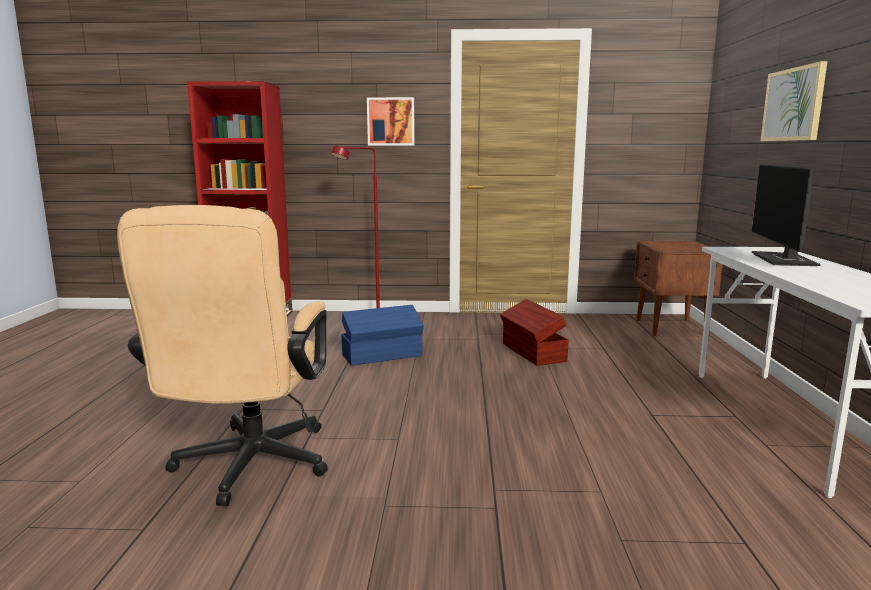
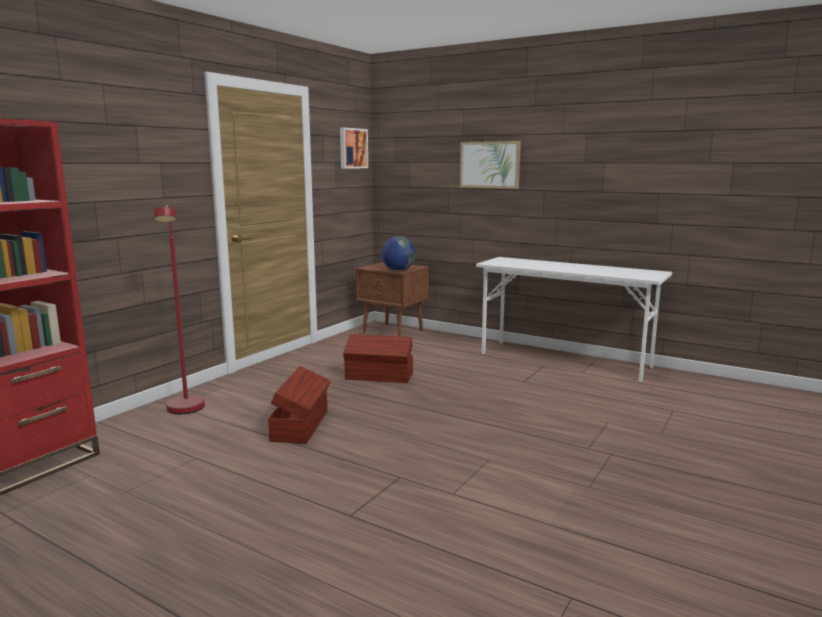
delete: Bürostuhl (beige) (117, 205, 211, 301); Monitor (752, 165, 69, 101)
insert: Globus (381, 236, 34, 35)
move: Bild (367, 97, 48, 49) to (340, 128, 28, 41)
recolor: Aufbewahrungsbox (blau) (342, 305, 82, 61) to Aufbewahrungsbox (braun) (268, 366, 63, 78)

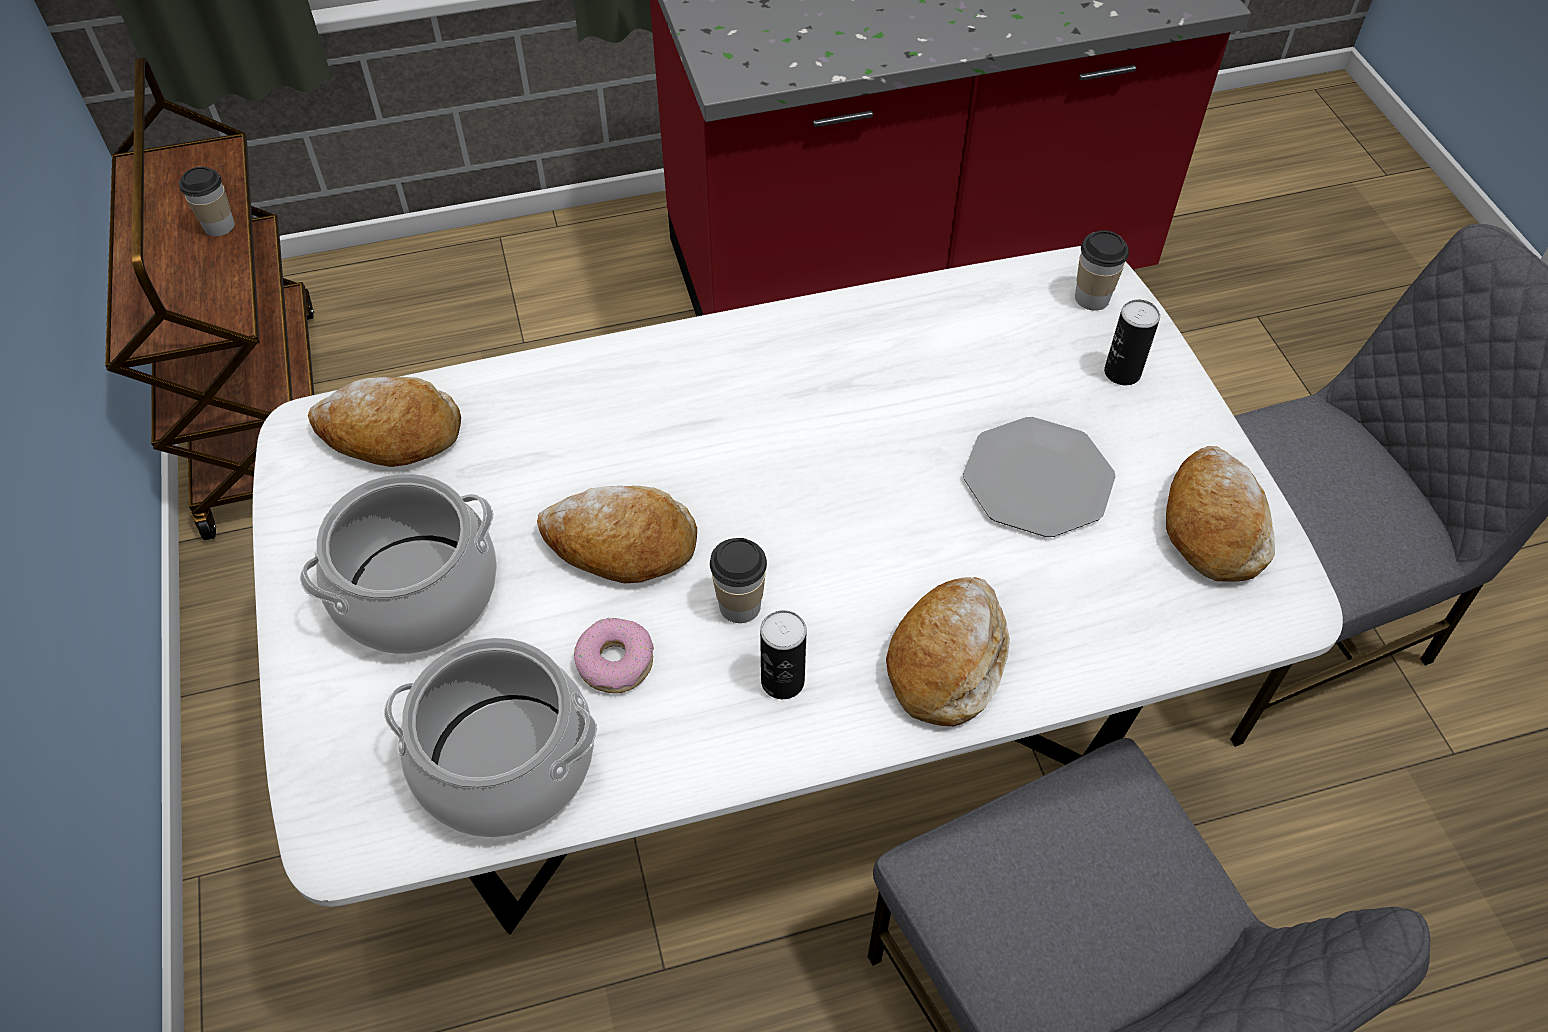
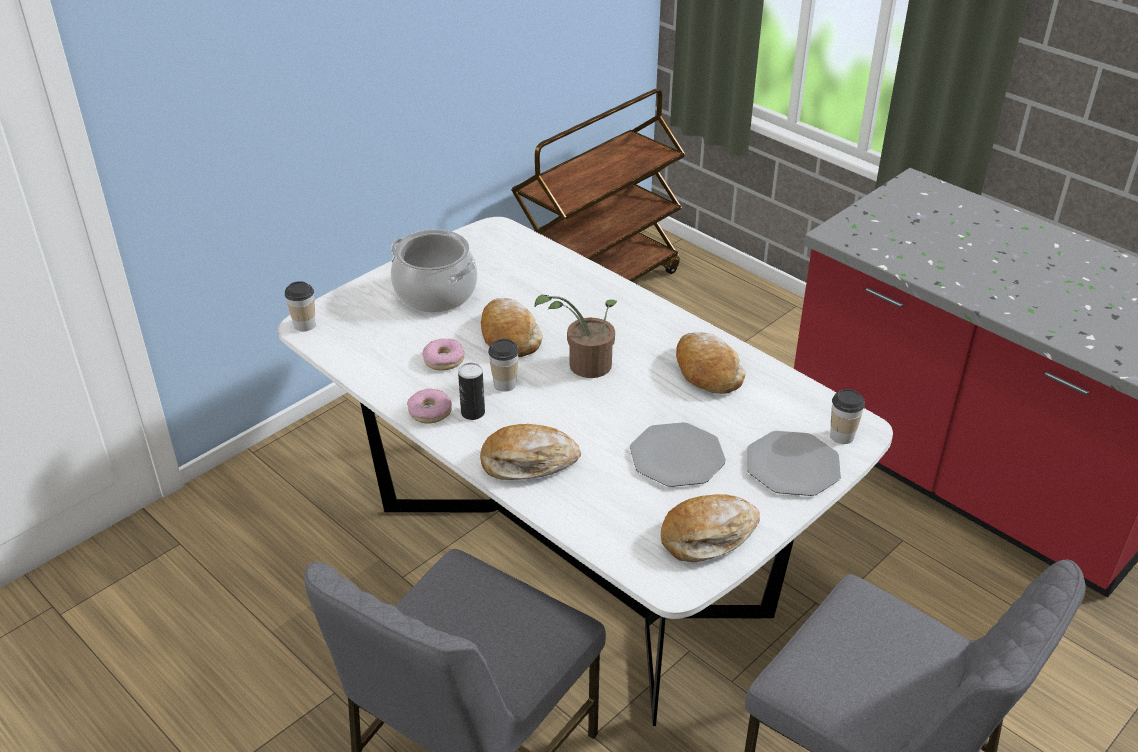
delete: Kochtopf (384, 638, 213, 200)
insert: Donut (407, 388, 45, 35); Topfpflanze (534, 295, 83, 83)
move: Tasse (179, 167, 56, 69) to (285, 281, 30, 50); Brot (308, 377, 153, 90) to (676, 332, 70, 62)
replace: Dose (1104, 299, 56, 86) to Teller (747, 431, 94, 65)

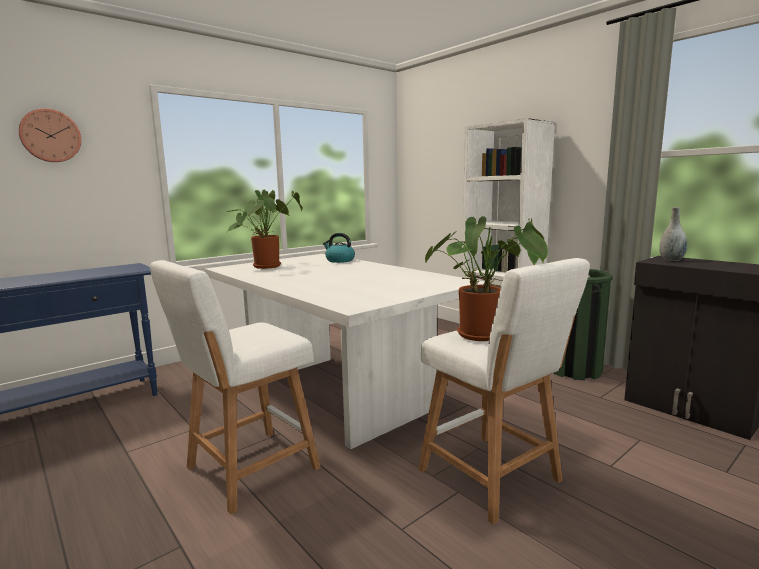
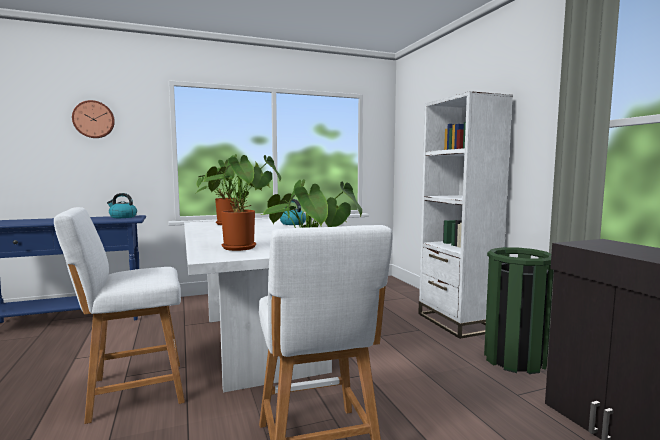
delete: Vase (grau) (659, 207, 28, 54)
insert: Wasserkessel (107, 193, 30, 25); Topfpflanze (203, 154, 78, 97)

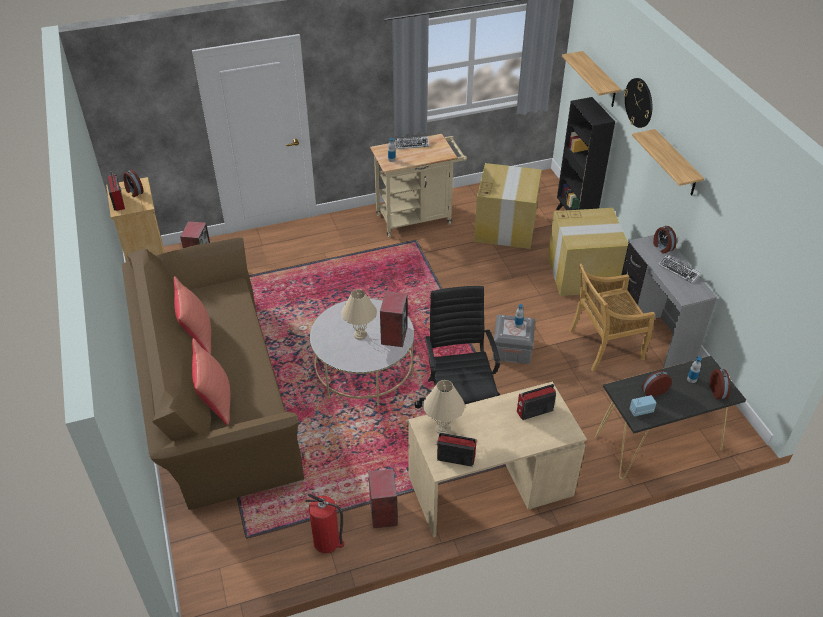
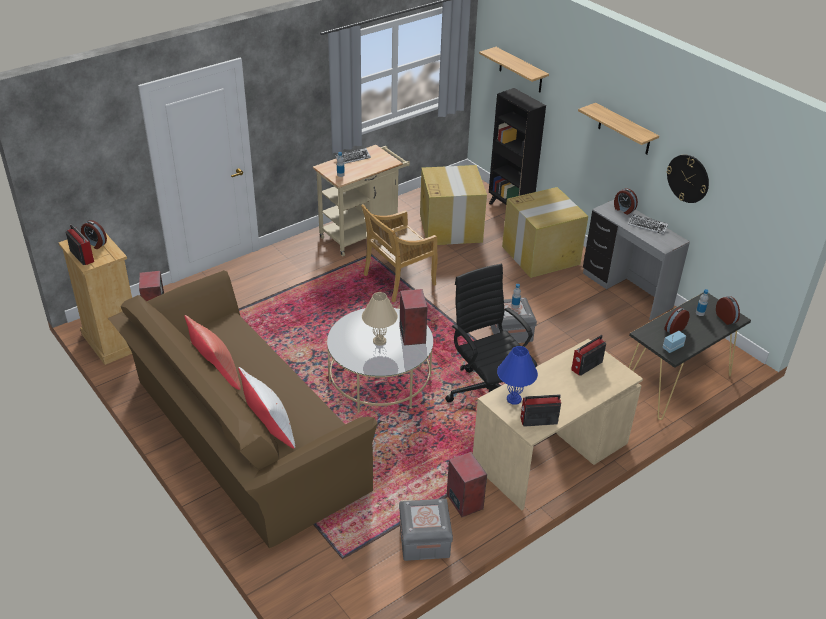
move: Stuhl (beige) (569, 264, 86, 107) to (361, 204, 77, 98); Wanduhr (624, 78, 28, 50) to (666, 154, 43, 49)
replace: Feuerlöscher (306, 493, 38, 60) to Aufbewahrungsbox (grau) (399, 499, 54, 62)
recolor: Kissen (rot) (192, 338, 38, 87) to Kissen (weiß) (238, 367, 57, 82); Tischlampe (beige) (423, 380, 42, 54) to Tischlampe (blau) (497, 346, 41, 59)

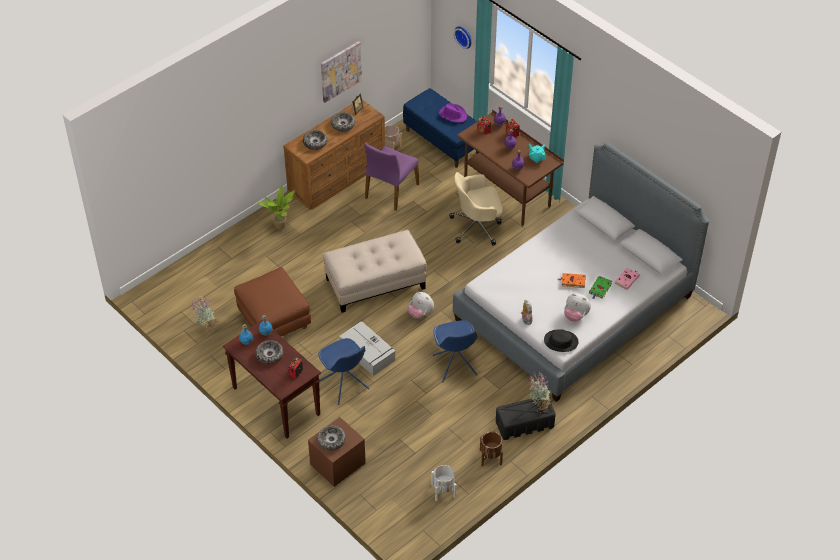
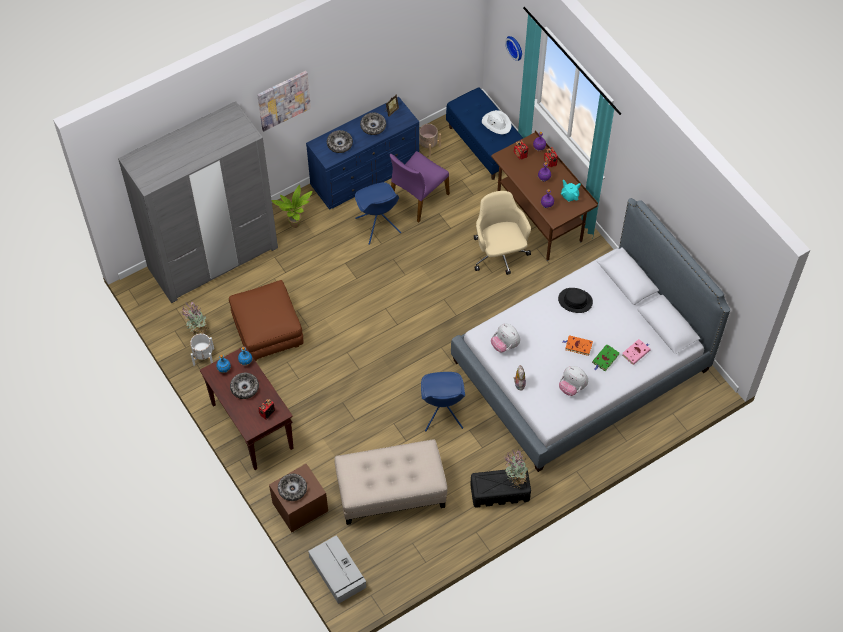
delete: Pflanzkübel (braun) (480, 431, 23, 35)
insert: Kleiderschrank (grau) (118, 101, 160, 202)
move: Stuhl (blau) (318, 338, 51, 67) to (355, 182, 46, 63); Bild (321, 41, 41, 61) to (257, 71, 54, 60); Polsterhocker (beige) (323, 230, 104, 83) to (334, 439, 114, 86); Aufbewahrungsbox (grau) (339, 322, 57, 54) to (308, 536, 58, 68); Plüschtier (408, 292, 26, 27) to (491, 324, 29, 29); Pflanzkübel (weiß) (432, 465, 24, 36) to (190, 334, 24, 32); Hut (schwarz) (544, 329, 34, 23) to (558, 288, 35, 25)
recolor: Kommode (braun) (283, 100, 102, 110) to Kommode (blau) (306, 97, 113, 113); Hut (lila) (439, 103, 28, 20) to Hut (weiß) (482, 110, 29, 24)
rotate: Bürostuhl (beige) (449, 172, 54, 73) = (474, 191, 57, 84) 75 degrees clockwise

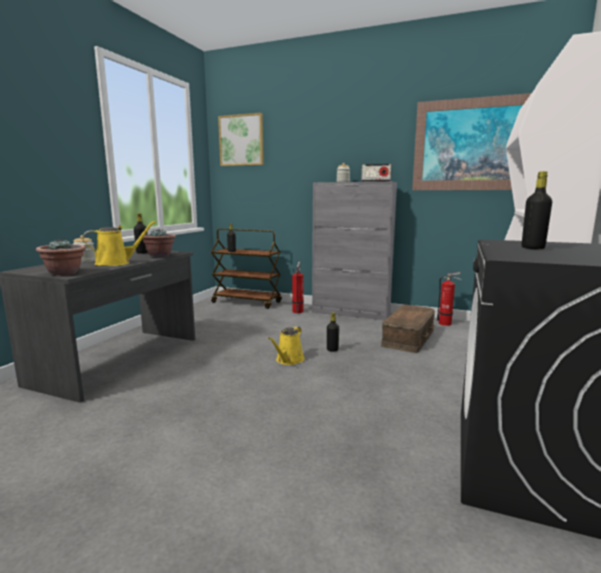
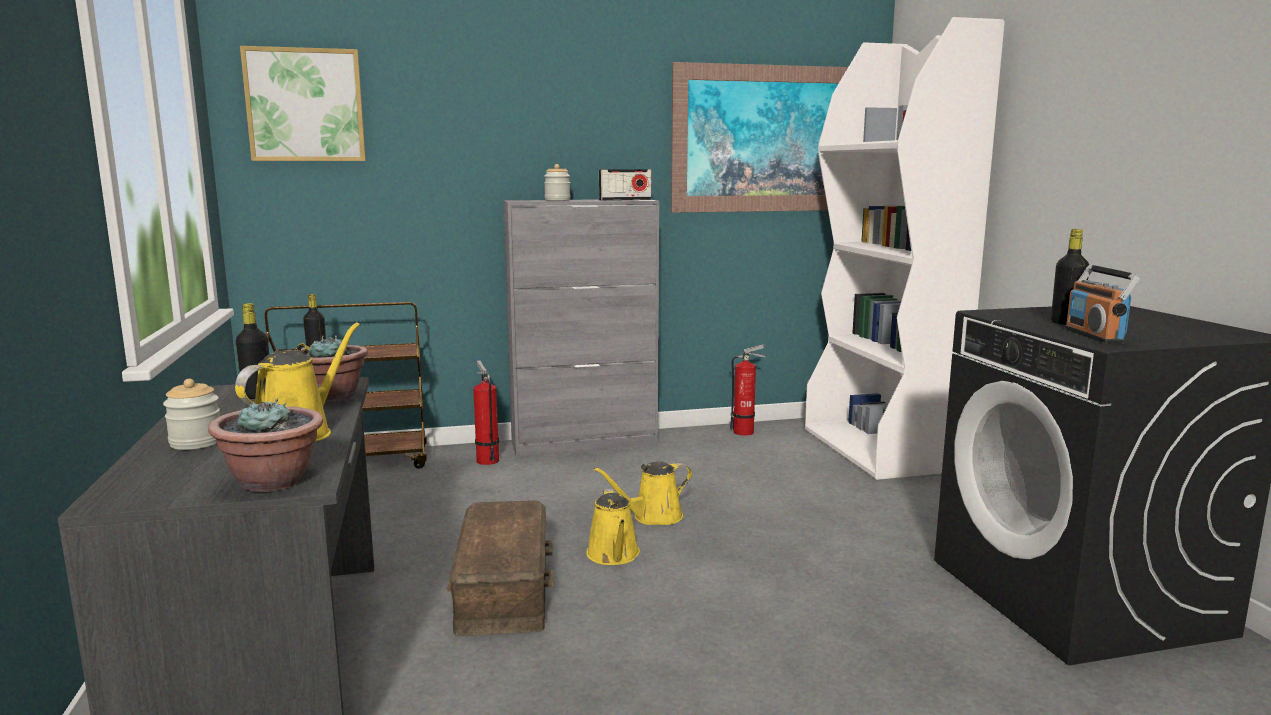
insert: Radio (1065, 265, 75, 78)
move: Aufbewahrungsbox (braun) (381, 305, 54, 48) to (447, 500, 106, 136)
replace: Flasche (schwarz) (327, 312, 12, 40) to Gießkanne (gelb) (593, 461, 99, 64)

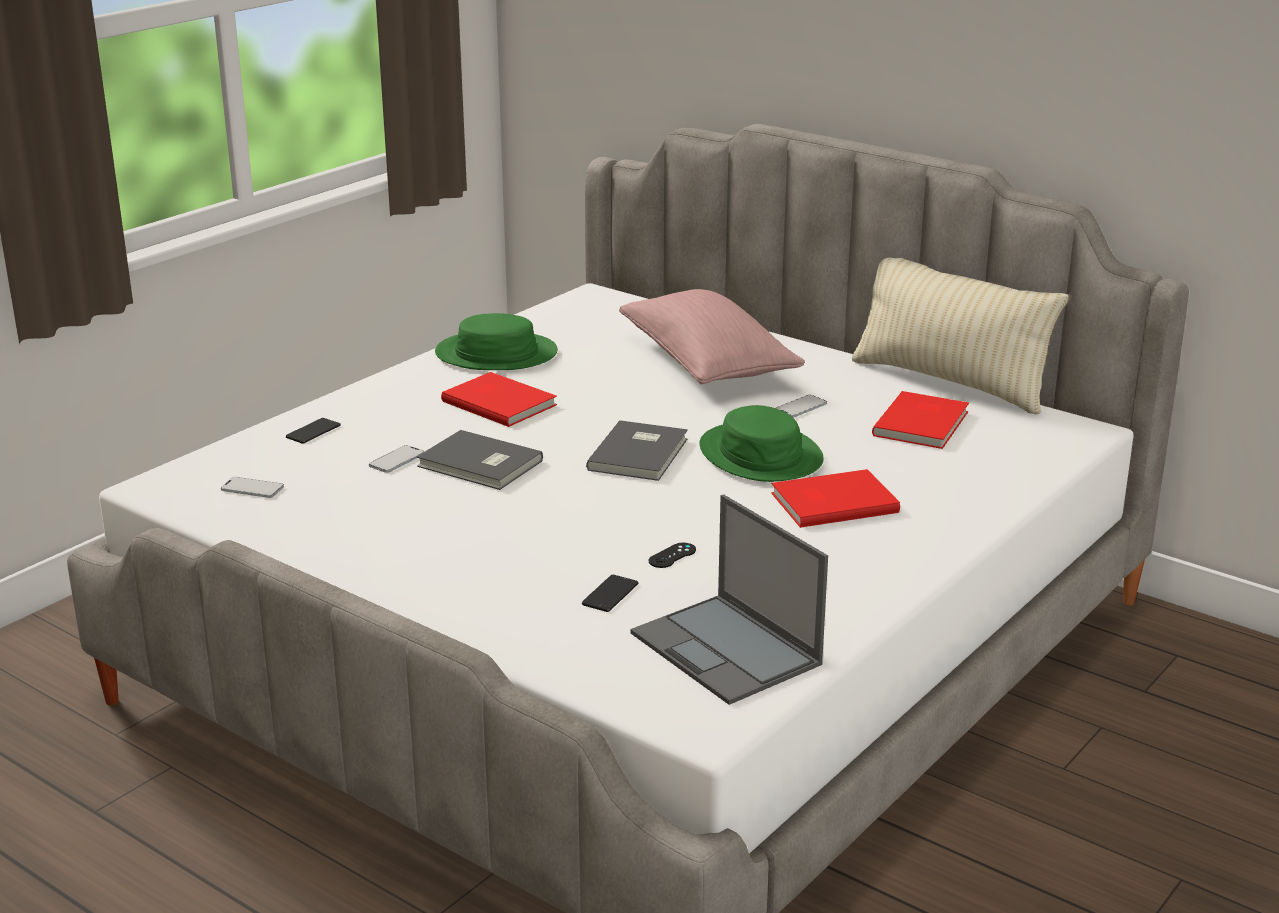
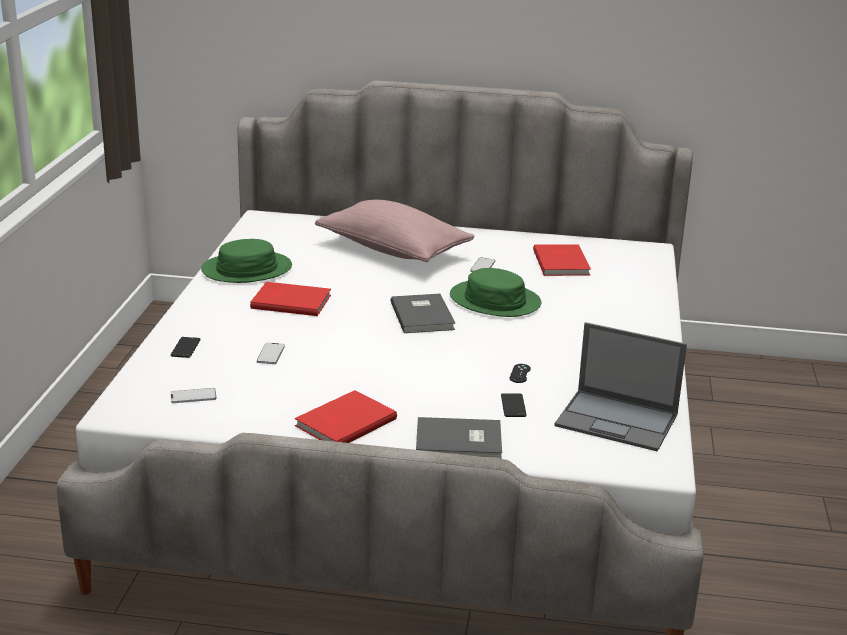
delete: Kissen (beige) (852, 257, 216, 158)
move: Buch (grau) (417, 430, 126, 60) to (416, 417, 86, 42); Buch (rot) (771, 469, 129, 59) to (295, 390, 102, 53)

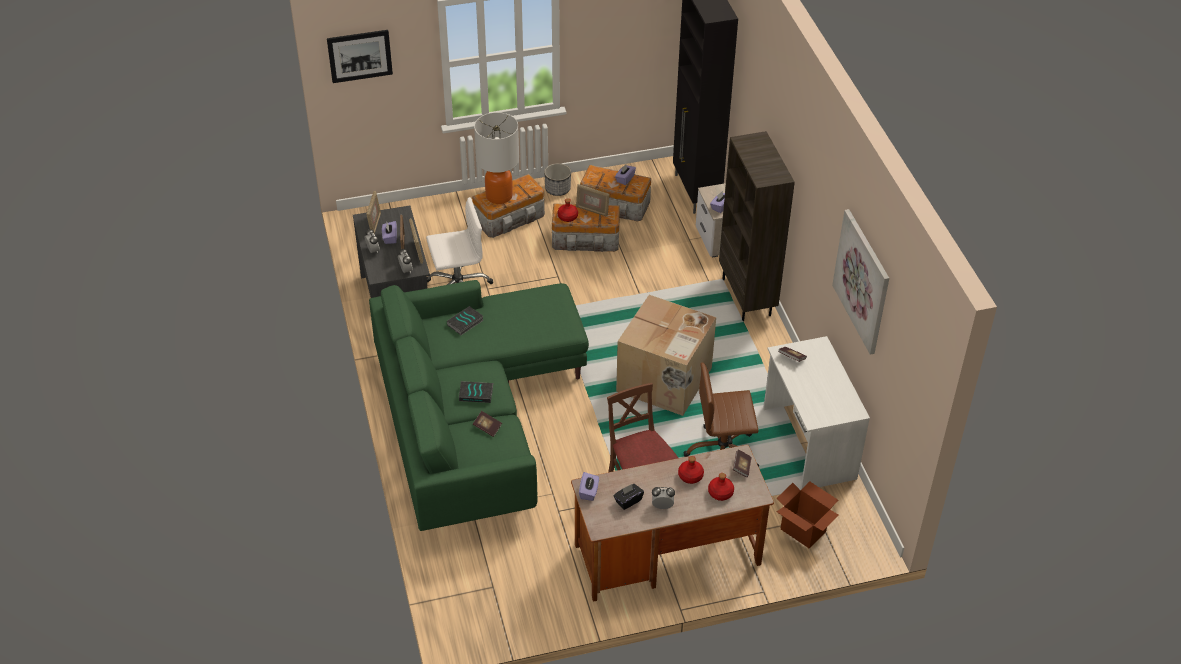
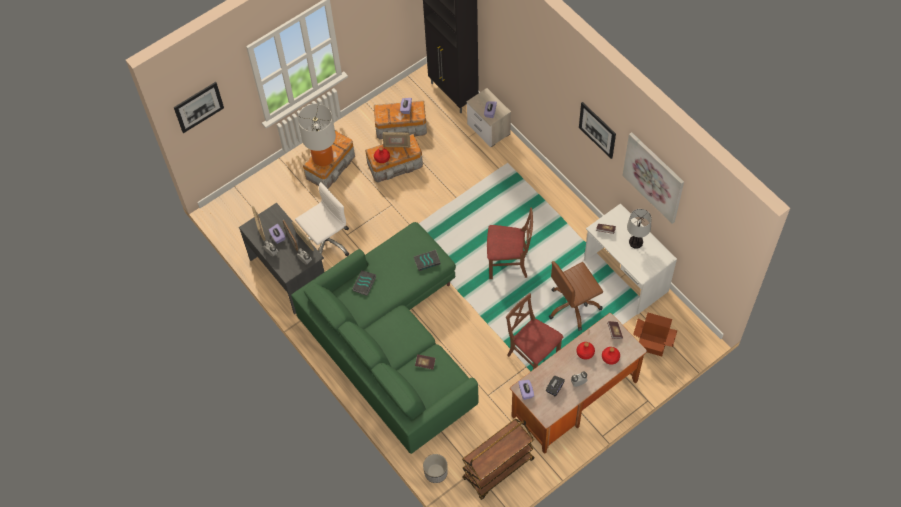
delete: Bücherregal (braun) (719, 131, 76, 190)
insert: Rollwagen (braun) (462, 419, 73, 81); Bild (579, 102, 37, 57); Tischlampe (627, 209, 24, 40)
move: Buch (459, 381, 35, 22) to (414, 250, 26, 21); Pflanzkübel (544, 163, 27, 33) to (423, 454, 25, 29)
replace: Karton (616, 295, 100, 121) to Stuhl (braun) (487, 207, 46, 72)

